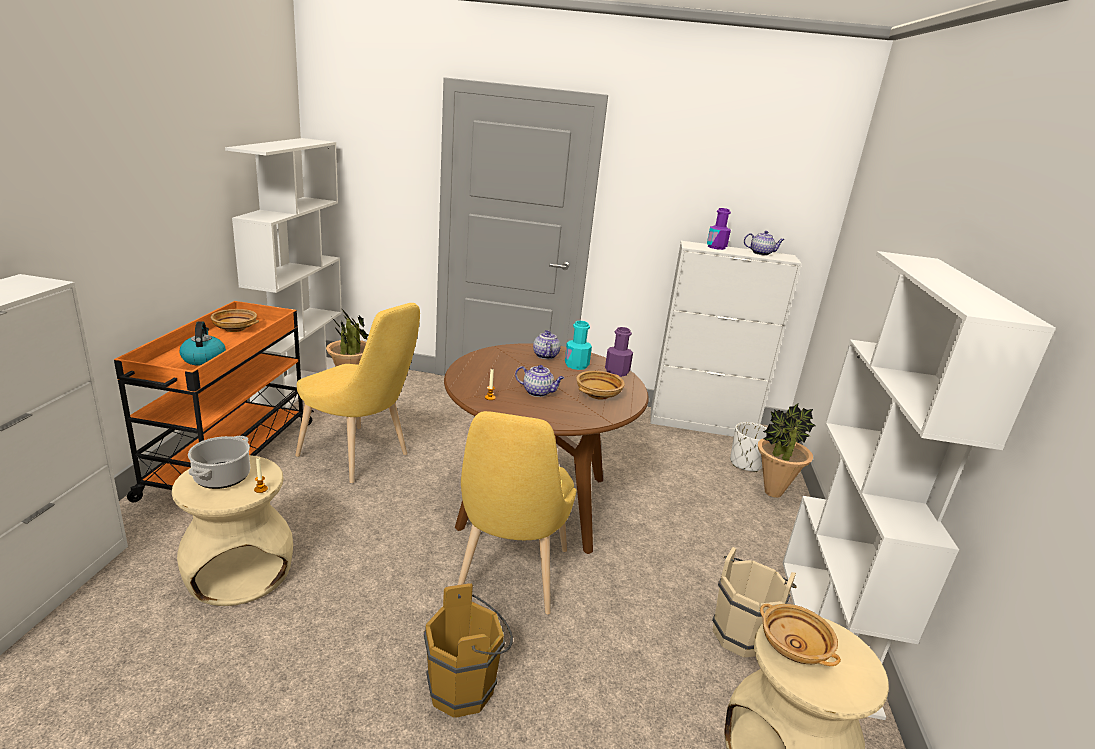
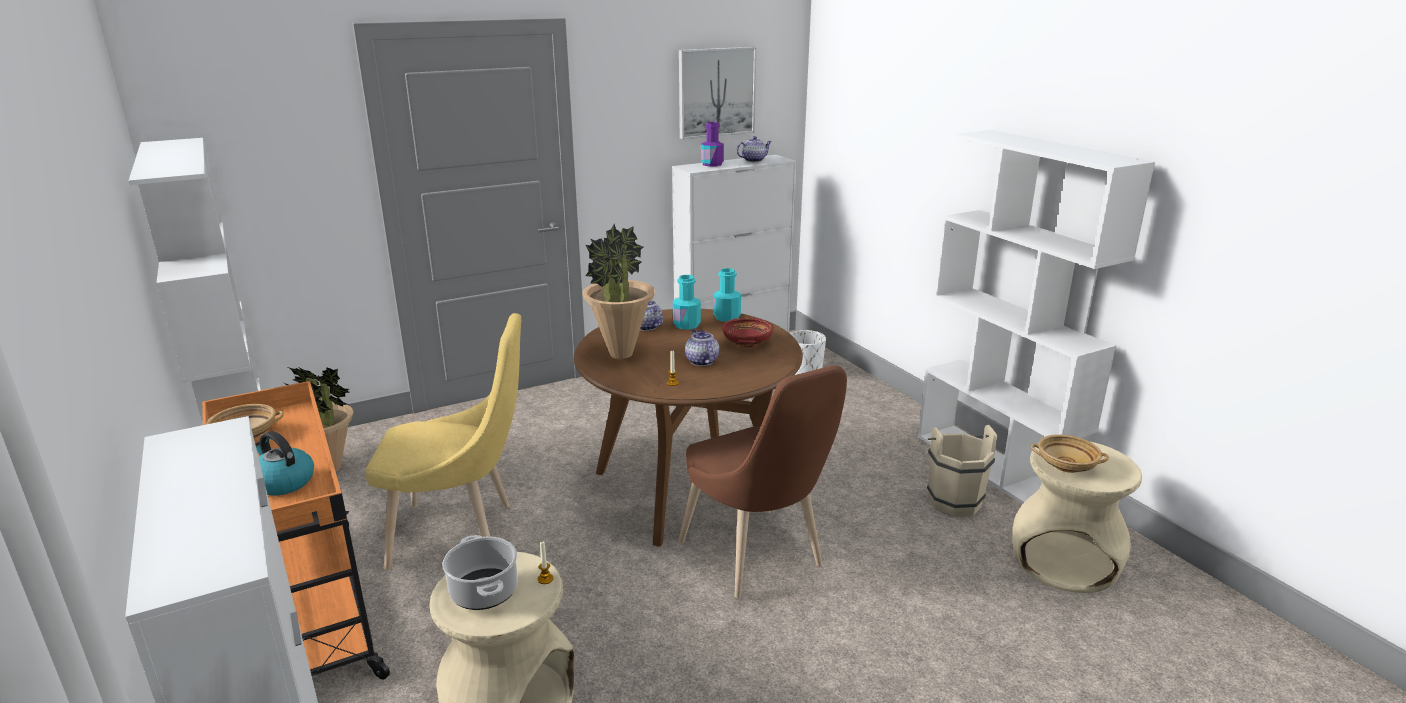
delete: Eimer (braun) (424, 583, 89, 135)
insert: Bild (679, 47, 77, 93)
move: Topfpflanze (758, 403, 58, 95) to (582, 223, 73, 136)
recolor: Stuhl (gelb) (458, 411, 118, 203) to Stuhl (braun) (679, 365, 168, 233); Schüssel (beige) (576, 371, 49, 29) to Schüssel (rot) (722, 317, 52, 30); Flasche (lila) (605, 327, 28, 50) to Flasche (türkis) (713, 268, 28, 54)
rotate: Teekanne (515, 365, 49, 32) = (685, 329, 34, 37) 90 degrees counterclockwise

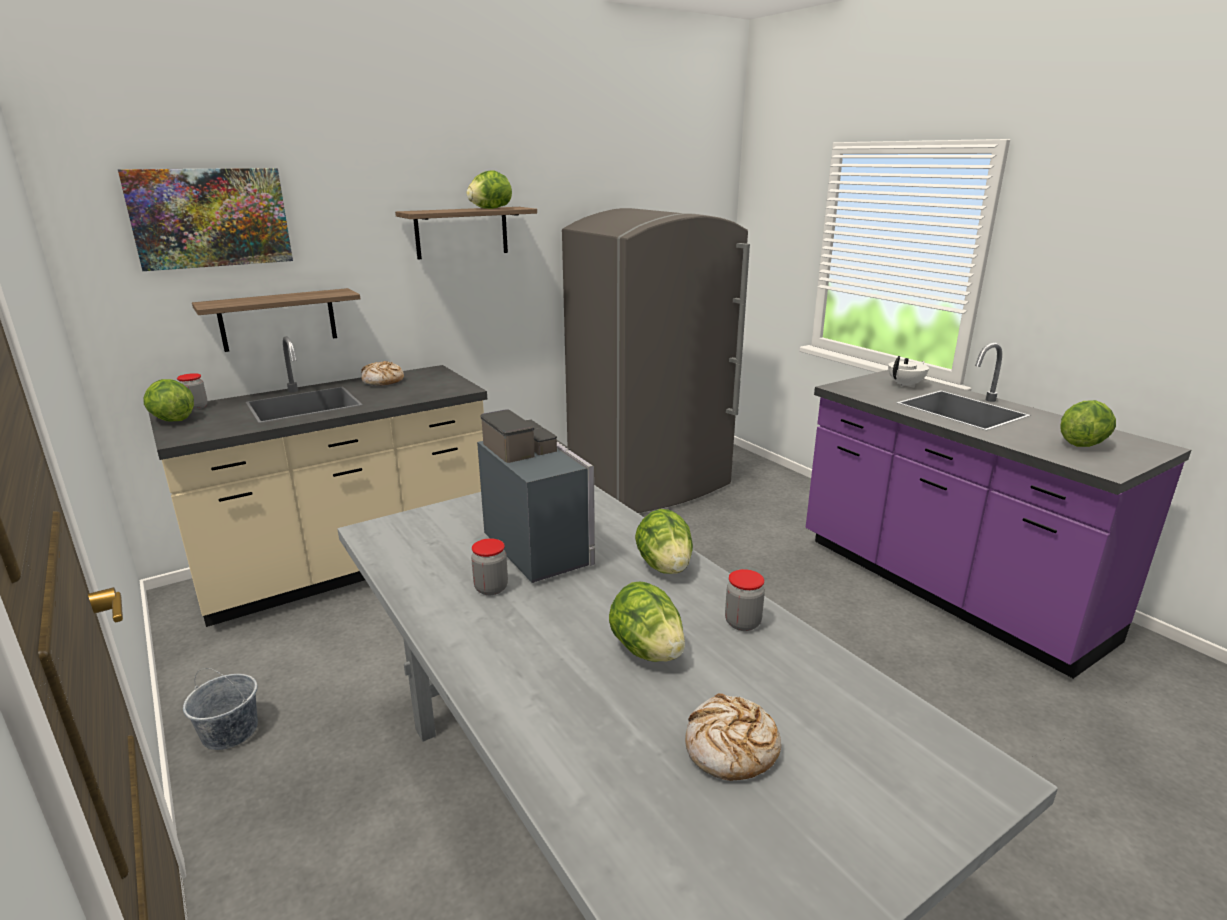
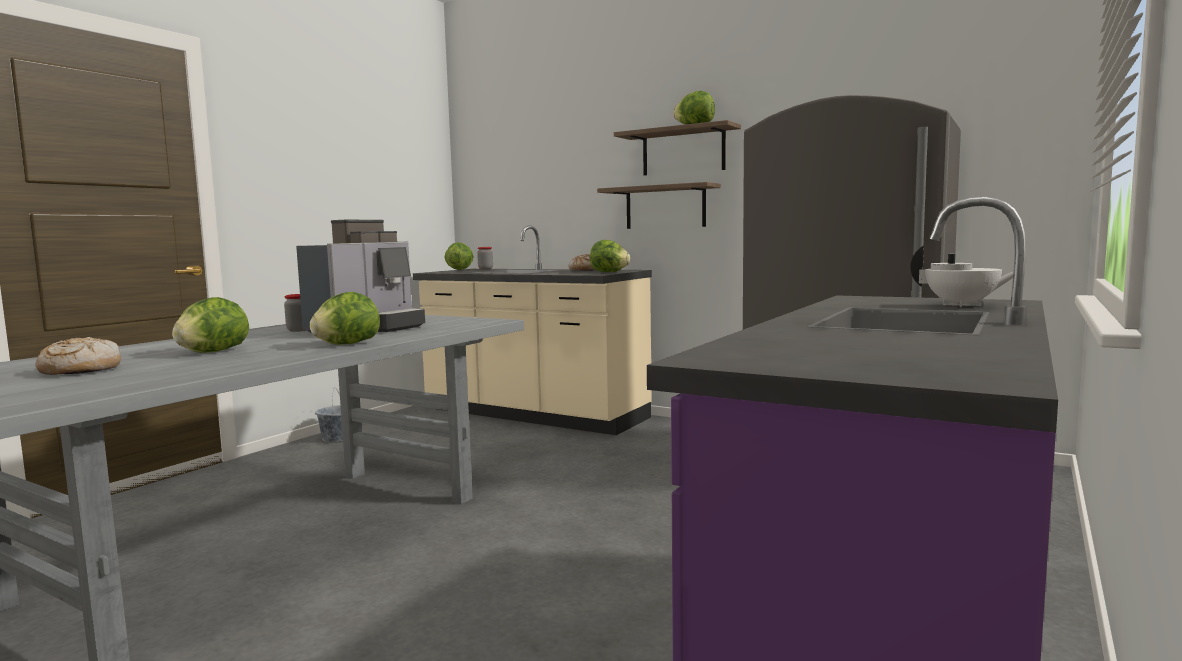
delete: Bild (118, 168, 175, 103); Vorratsglas (725, 569, 40, 62)
move: Wandregal (192, 288, 168, 64) to (597, 182, 124, 47); Salatkopf (1061, 400, 55, 47) to (590, 240, 40, 32)

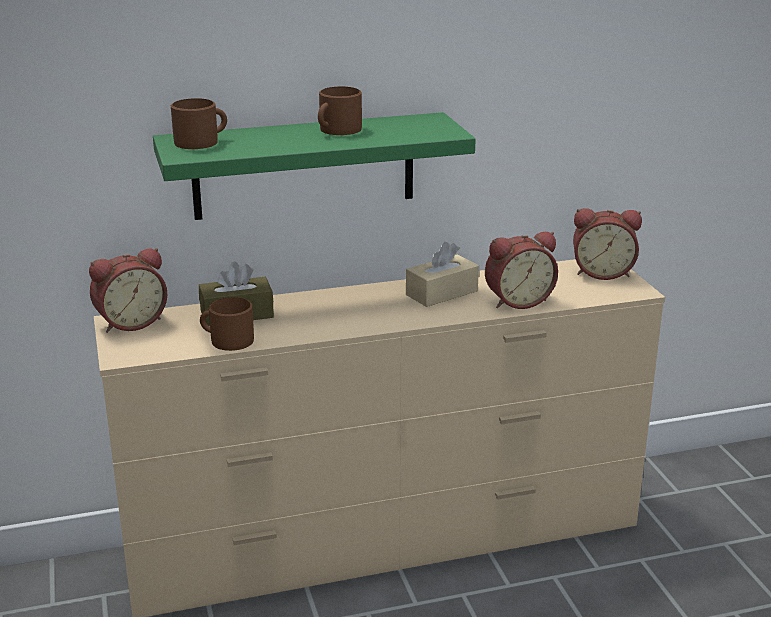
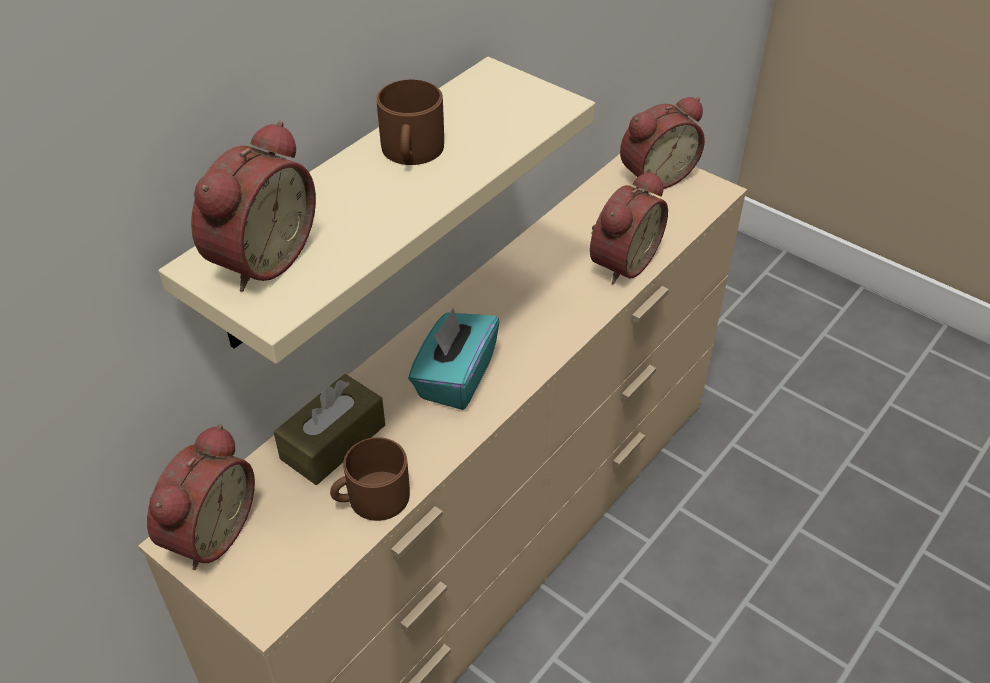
delete: Taschentuchbox (beige) (406, 242, 73, 65)
insert: Taschentuchbox (türkis) (408, 308, 92, 102)
replace: Henkelbecher (braun) (171, 98, 56, 51) to Wecker (191, 121, 125, 171)
recolor: Wandregal (grün) (153, 112, 323, 108) to Wandregal (beige) (158, 57, 437, 307)

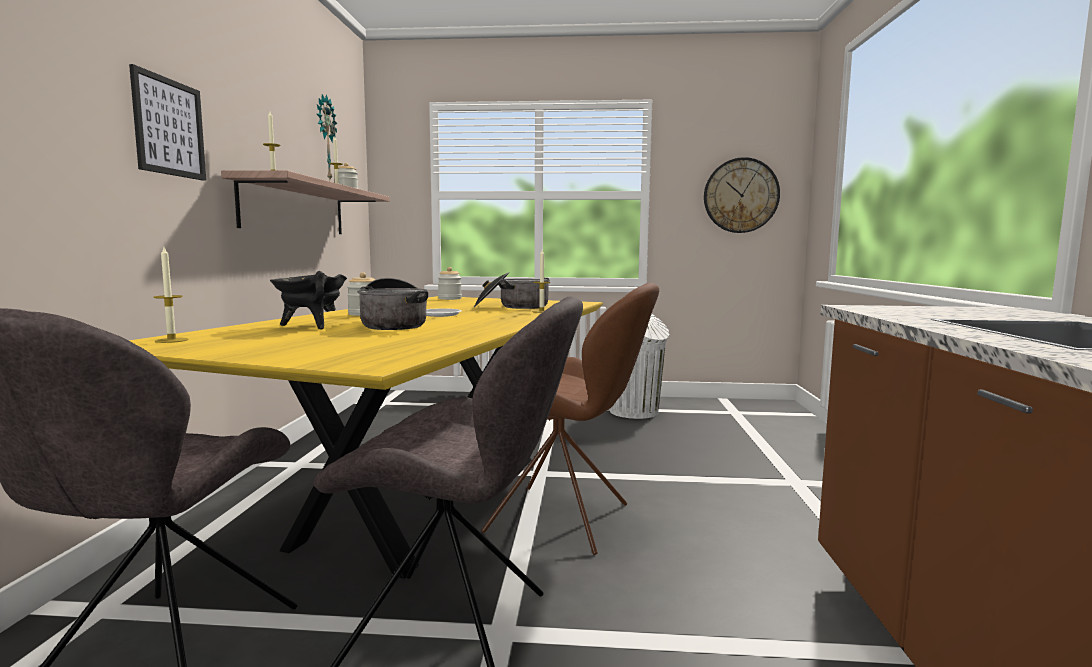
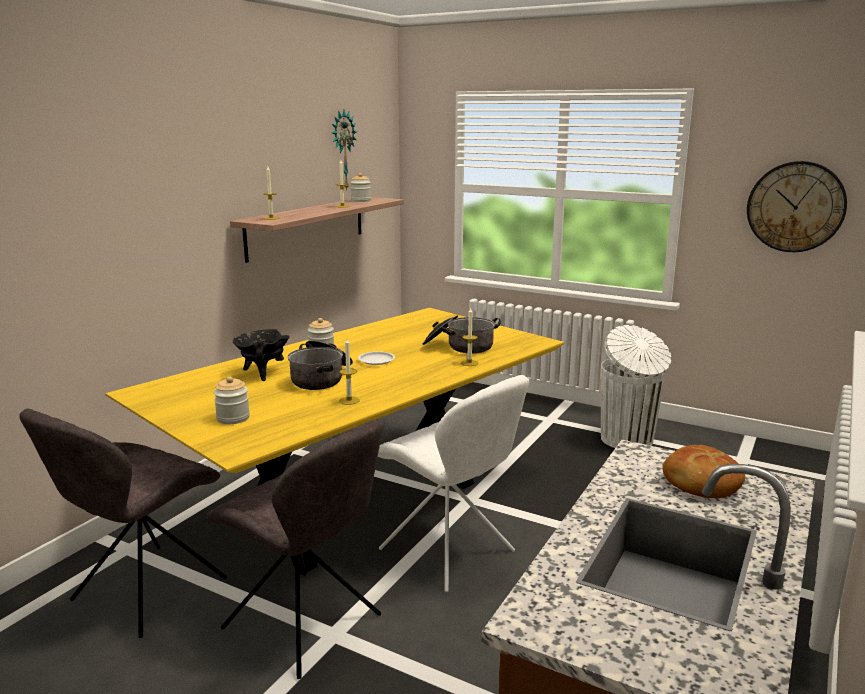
delete: Bild (129, 64, 77, 117)
insert: Brot (662, 445, 83, 53)
move: Kerze (154, 247, 35, 96) to (339, 338, 21, 67); Vorratsglas (438, 267, 24, 33) to (214, 376, 36, 48)
recolor: Stuhl (braun) (481, 283, 178, 272) to Stuhl (weiß) (378, 375, 151, 217)

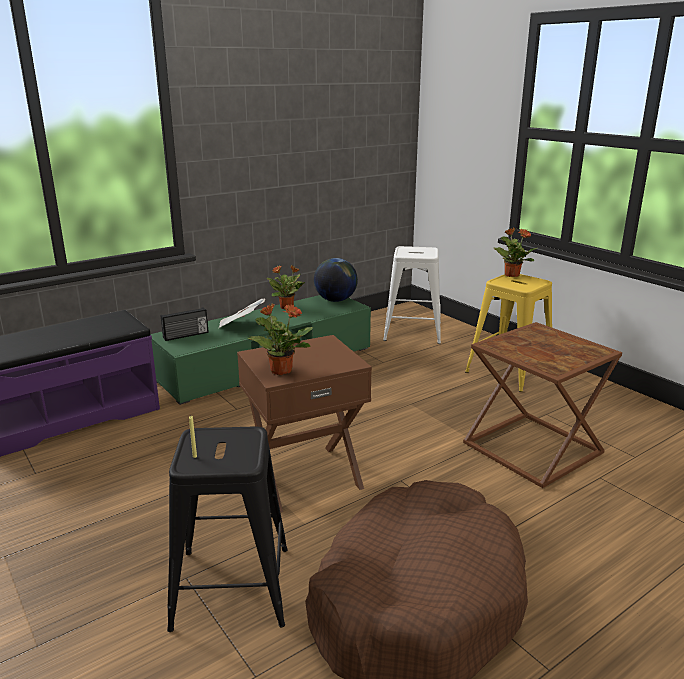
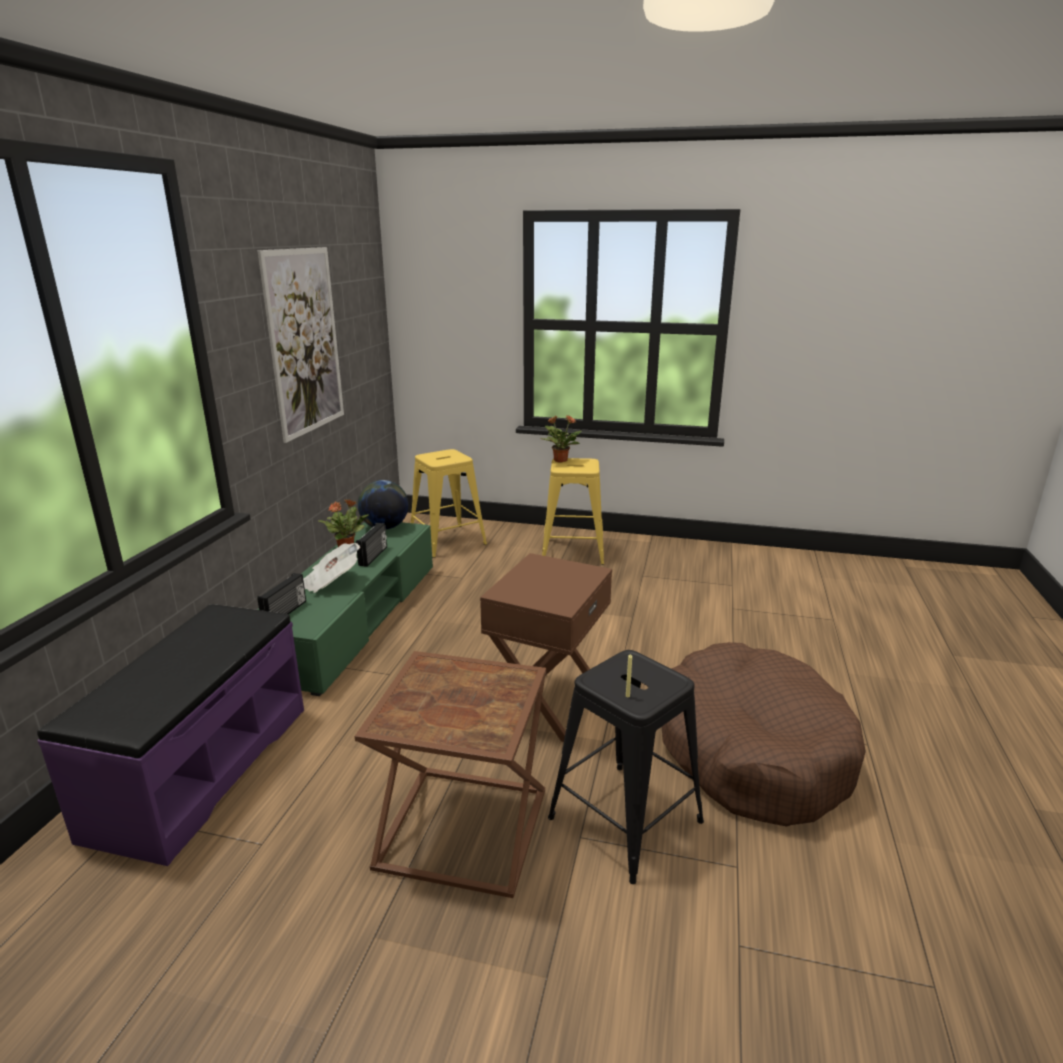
delete: Topfpflanze (247, 303, 66, 72)
insert: Bild (257, 247, 87, 196); Radio (356, 523, 31, 44)
move: Beistelltisch (braun) (463, 322, 159, 166) to (355, 651, 191, 247)
recolor: Hocker (weiß) (383, 246, 58, 98) to Hocker (gelb) (411, 449, 76, 109)

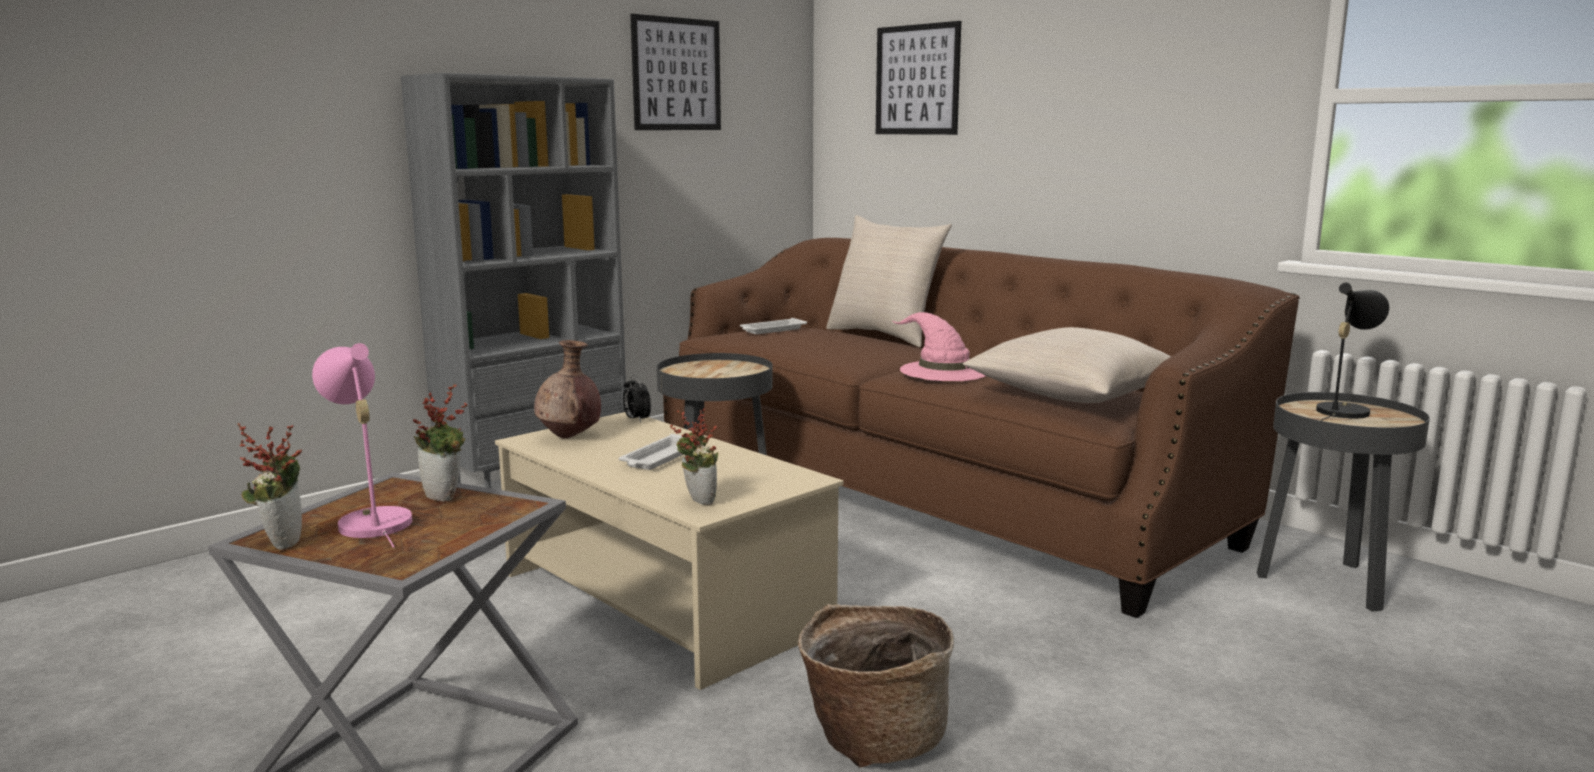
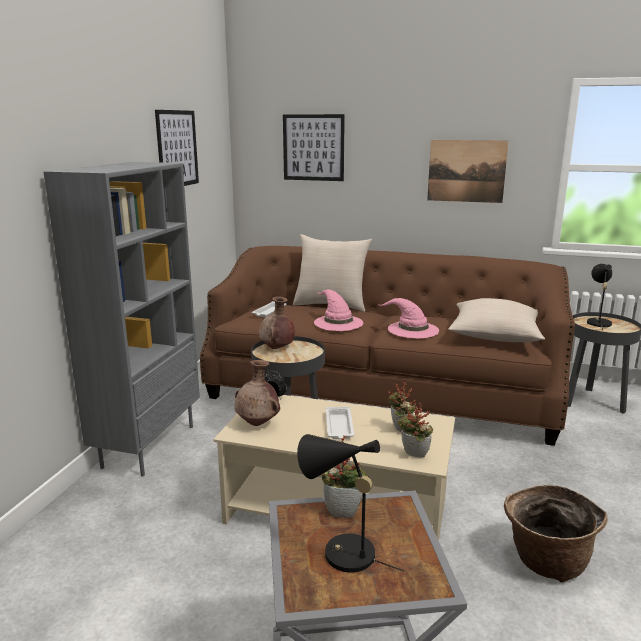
insert: Vase (braun) (259, 296, 36, 53); Hut (rosa) (314, 289, 49, 42); Bild (427, 140, 82, 63)
move: Topfpflanze (238, 423, 64, 127) to (388, 379, 27, 53)
recolor: Tischlampe (rosa) (312, 343, 100, 205) to Tischlampe (schwarz) (297, 434, 107, 139)

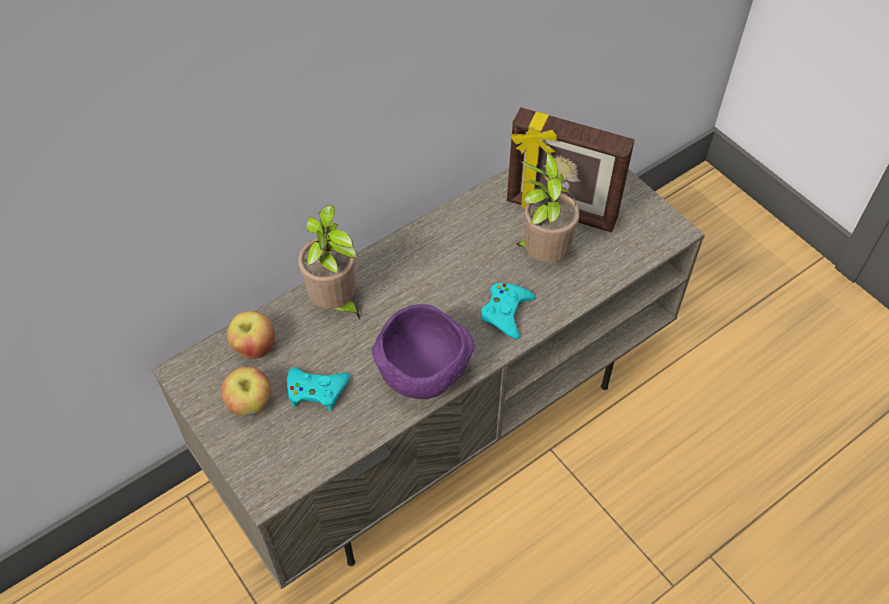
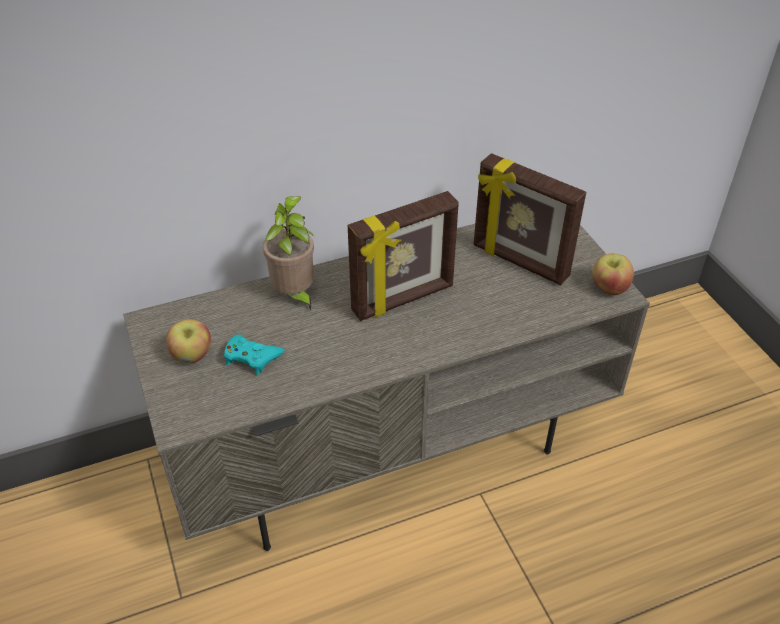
delete: Schüssel (lila) (372, 304, 103, 95); Gamepad (türkis) (481, 283, 54, 56); Topfpflanze (517, 152, 63, 110)
insert: Bilderrahmen (348, 191, 111, 130)
move: Apfel (227, 311, 48, 48) to (592, 253, 42, 42)

